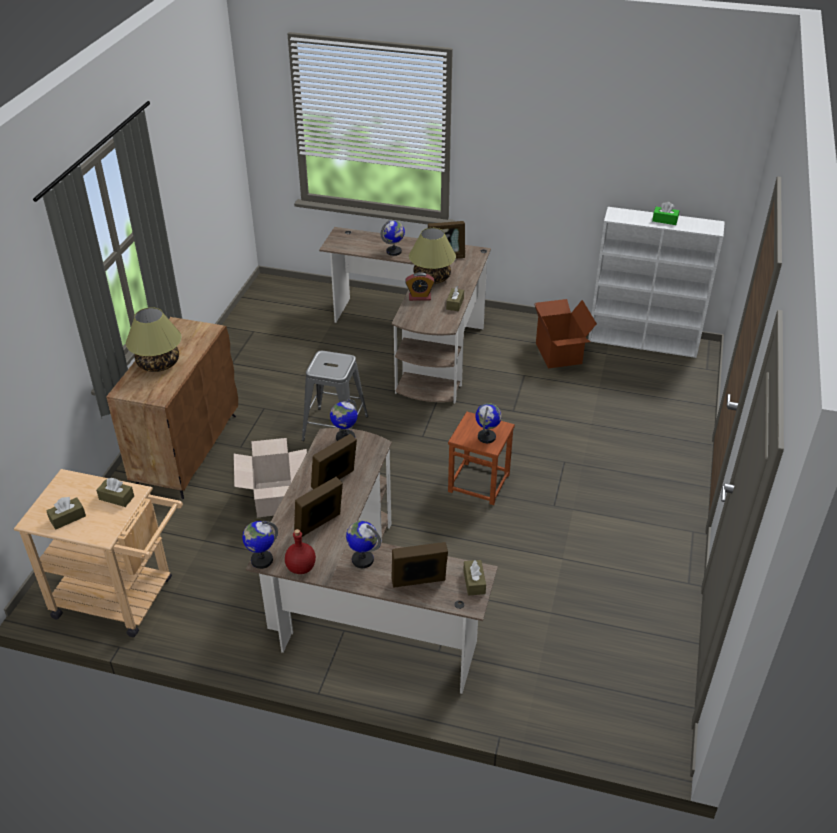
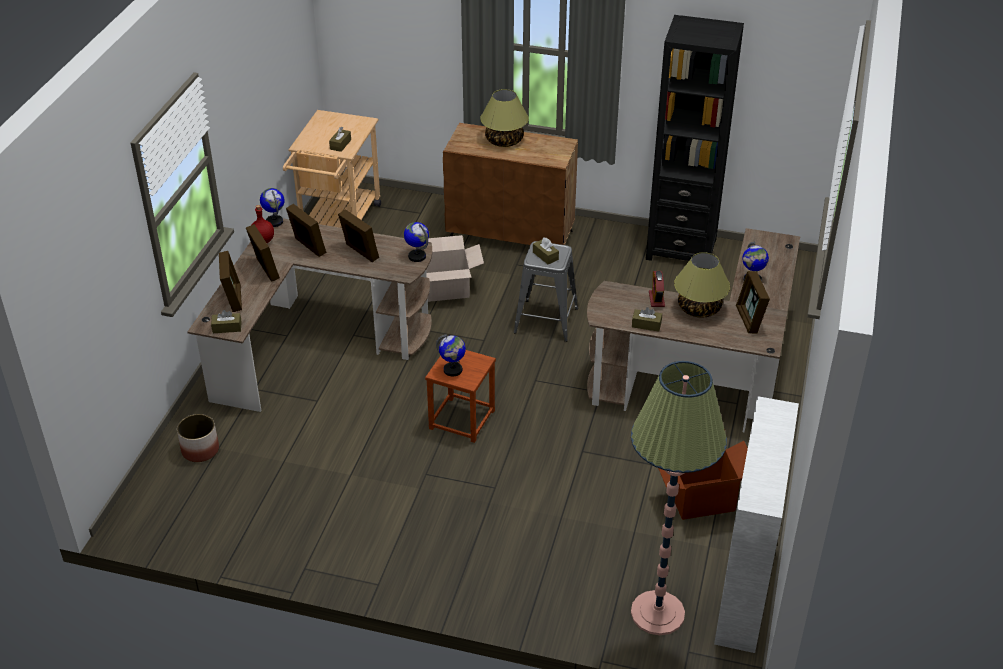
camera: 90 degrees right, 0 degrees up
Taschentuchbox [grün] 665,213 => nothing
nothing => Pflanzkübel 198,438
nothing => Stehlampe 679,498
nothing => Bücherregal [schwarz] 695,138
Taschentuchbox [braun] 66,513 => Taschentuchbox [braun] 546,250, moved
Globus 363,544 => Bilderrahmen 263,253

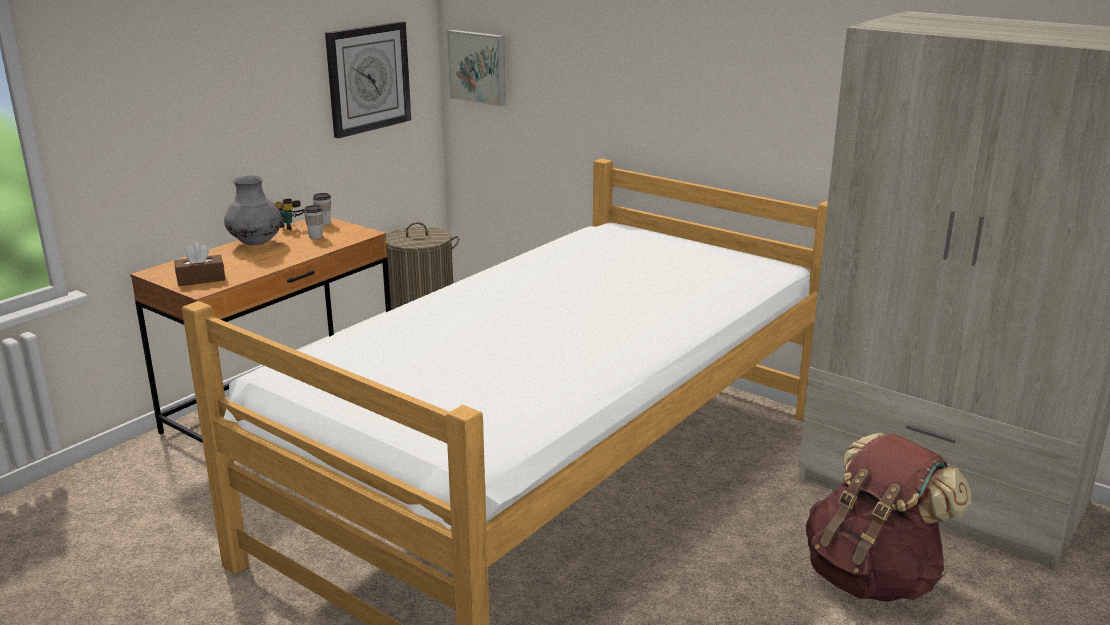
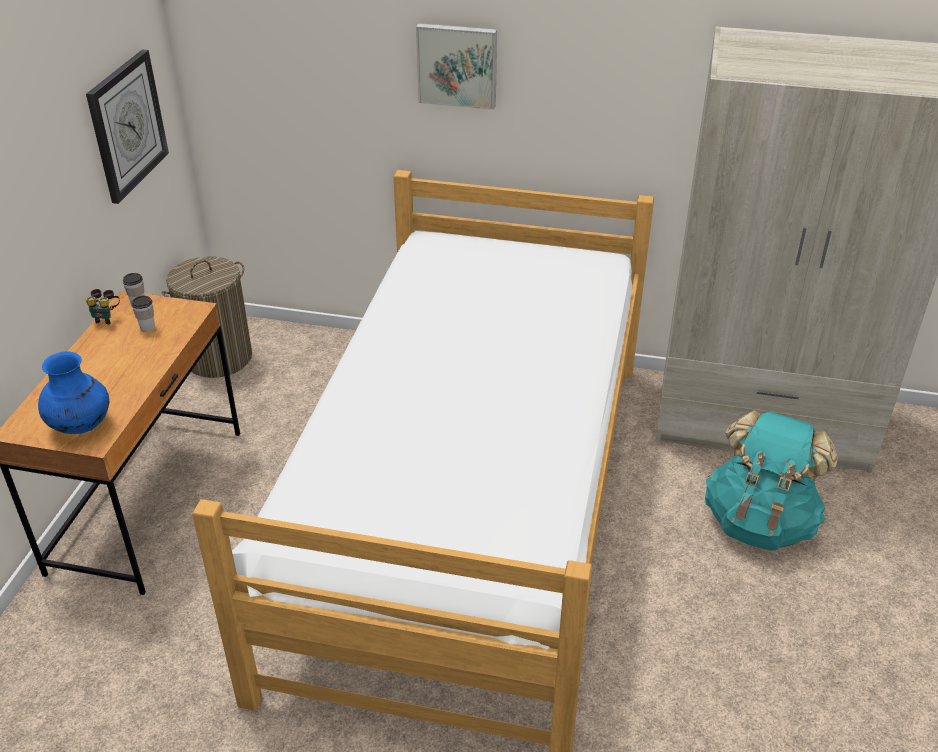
camera: 25 degrees left, 15 degrees up
Vase [grau] 253,210 => nothing
Bild 476,68 => Bild 456,66, moved
Taschentuchbox [braun] 199,264 => Vase [blau] 73,392
Rucksack [braun] 888,517 => Rucksack [türkis] 771,480

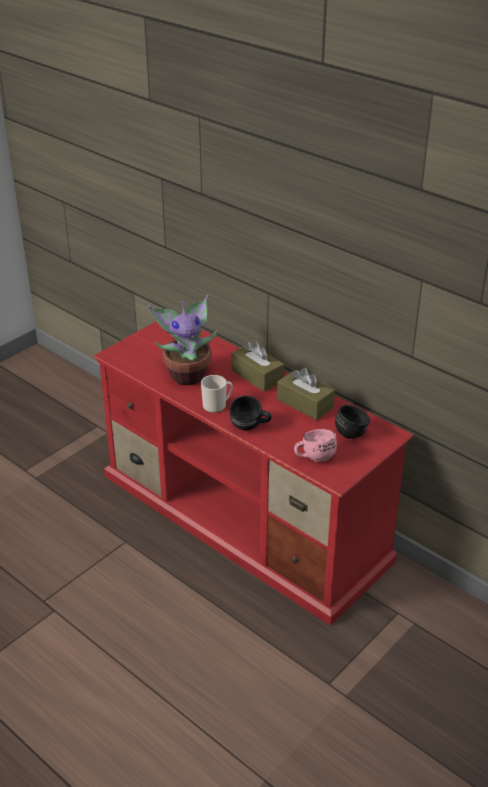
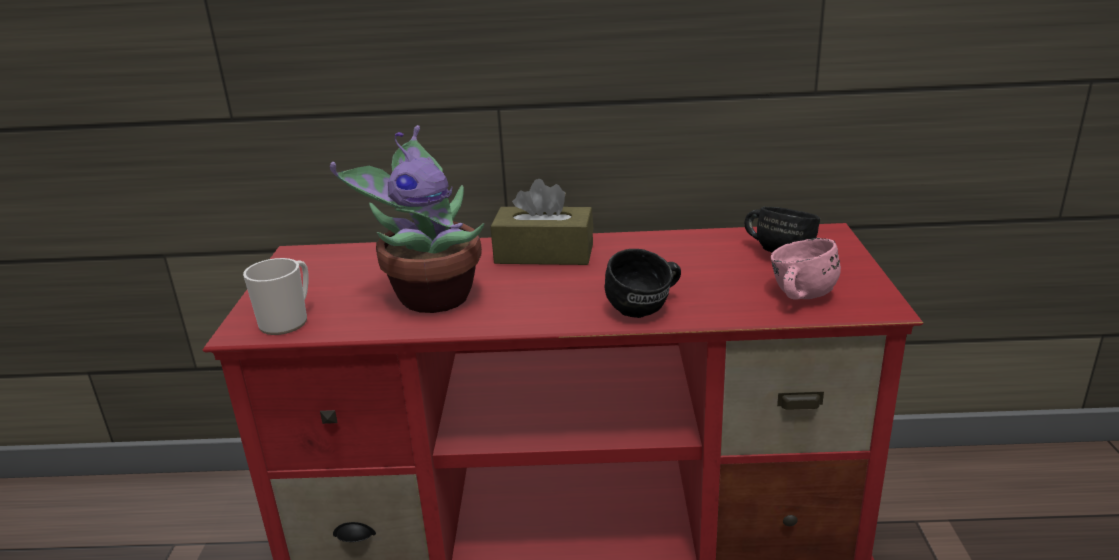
camera: 40 degrees left, 10 degrees down
Taschentuchbox [braun] 306,394 => nothing
Henkelbecher 217,394 => Henkelbecher 275,296, moved

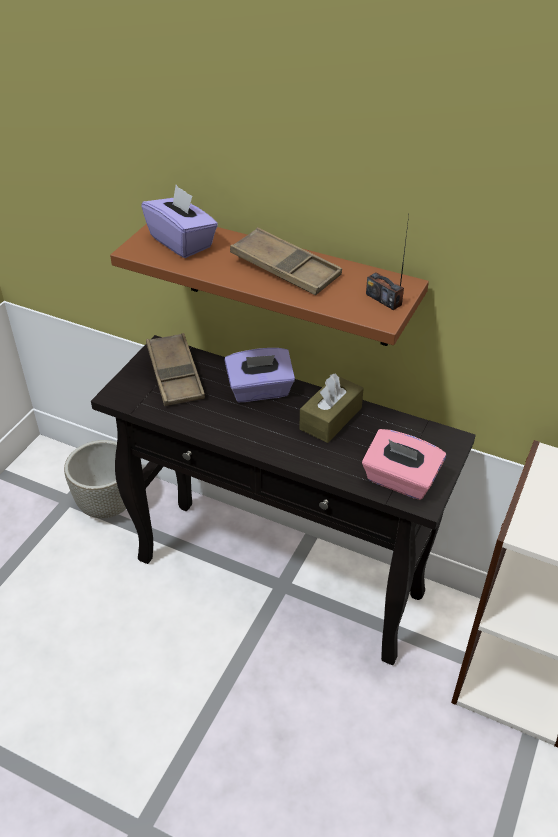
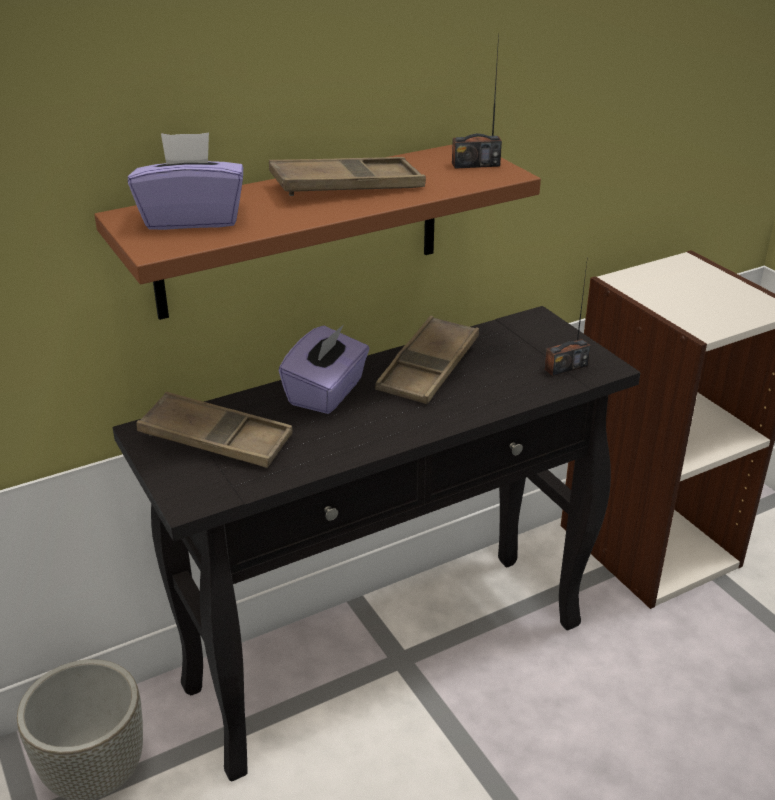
camera: 55 degrees left, 10 degrees down
Taschentuchbox [braun] 331,408 => Tablett [braun] 427,360
Taschentuchbox [rosa] 404,464 => Radio 567,316

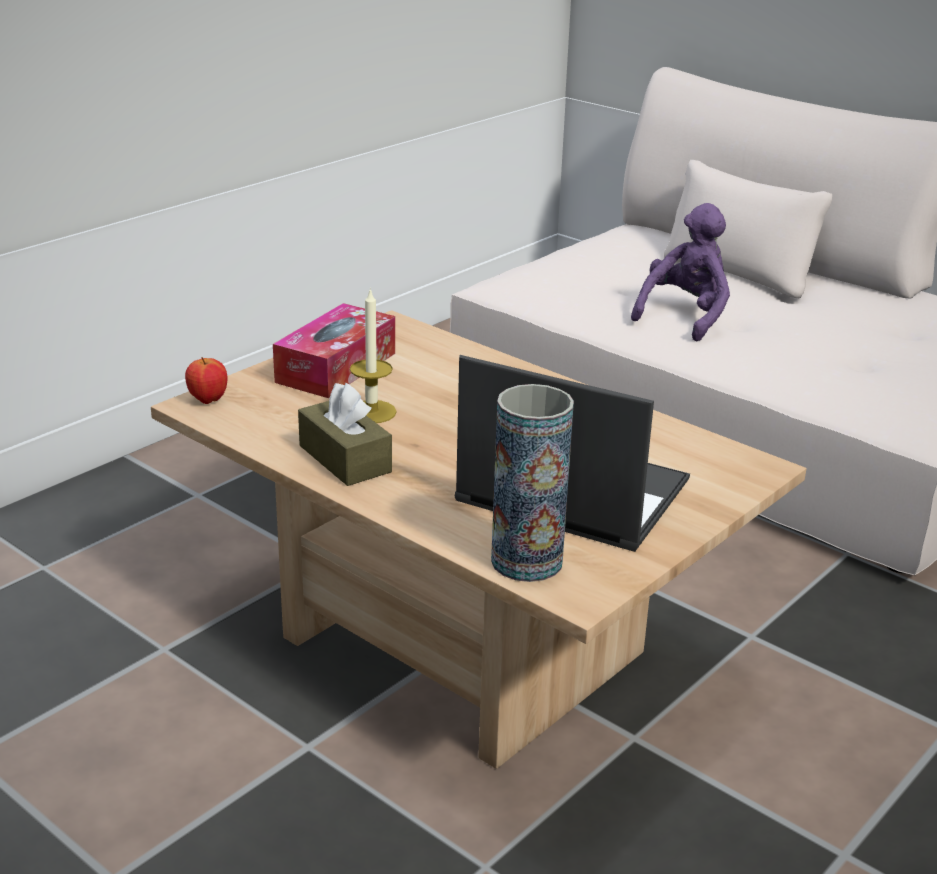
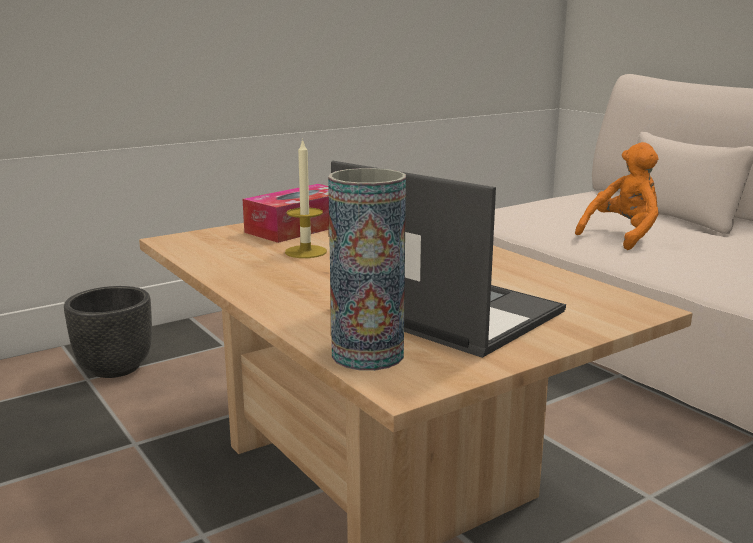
camera: 15 degrees right, 10 degrees down
Apfel 206,380 => nothing
Taschentuchbox [braun] 345,434 => nothing
nothing => Pflanzkübel [schwarz] 108,332
Plüschtier [lila] 680,272 => Plüschtier [orange] 617,196

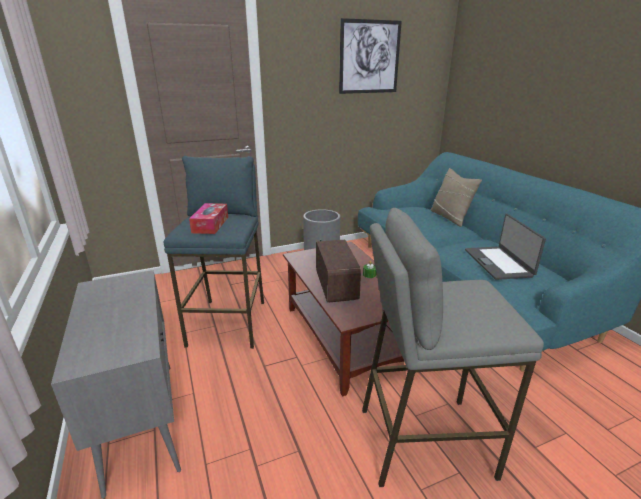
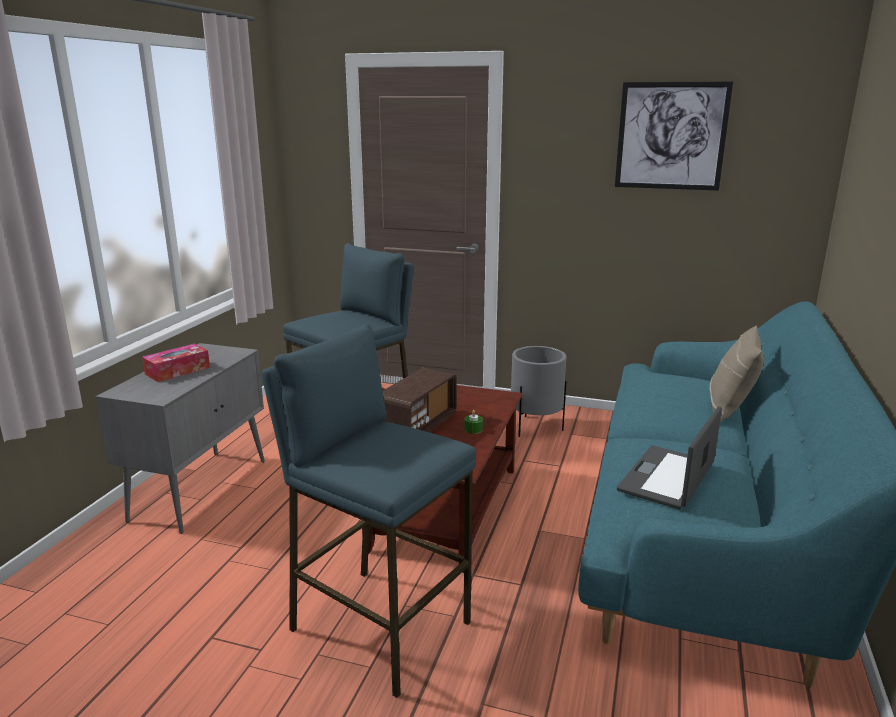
camera: 40 degrees right, 5 degrees down
Taschentuchbox 208,218 => Taschentuchbox 176,363, moved
Hocker [grau] 453,347 => Hocker [blau] 368,510

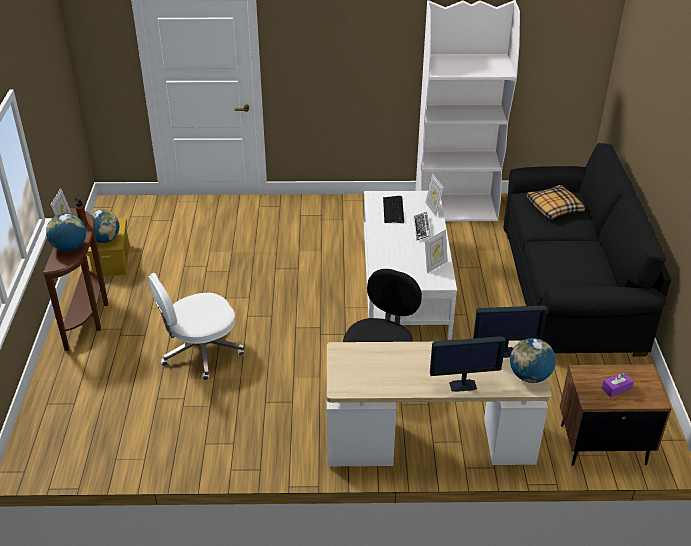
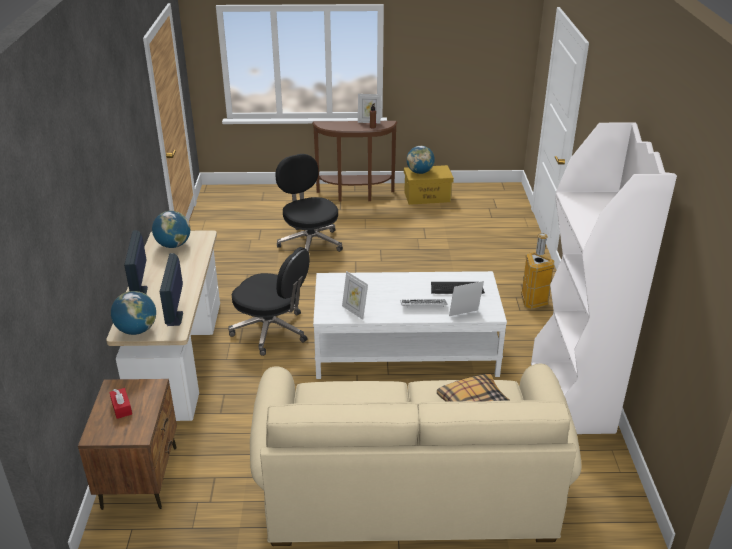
camera: 90 degrees right, 5 degrees down
nothing => Mülleimer 537,271
Globus 66,232 => Globus 171,229, moved
Bürostuhl [weiß] 196,326 => Bürostuhl [schwarz] 309,203
Sofa [schwarz] 587,249 => Sofa [beige] 416,455
Taschentuchbox [lila] 618,385 => Taschentuchbox [rot] 120,403

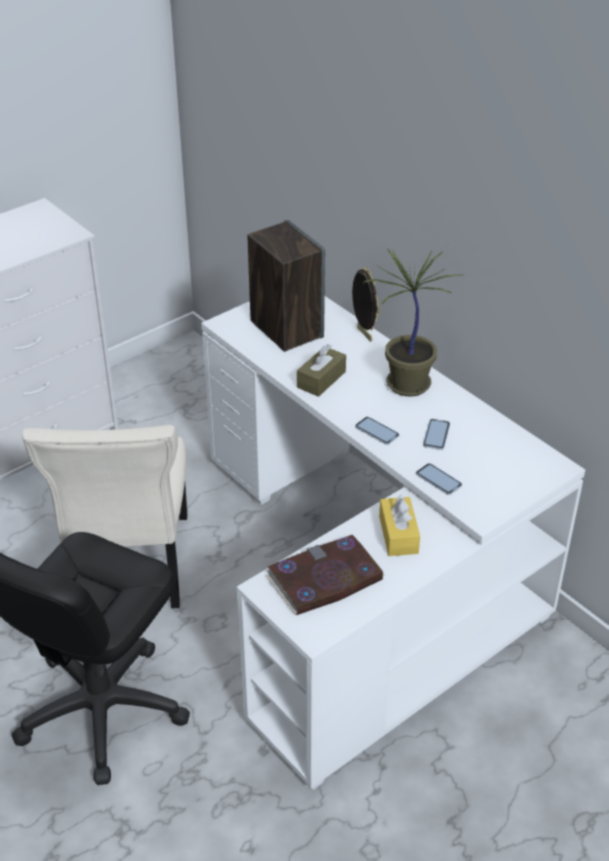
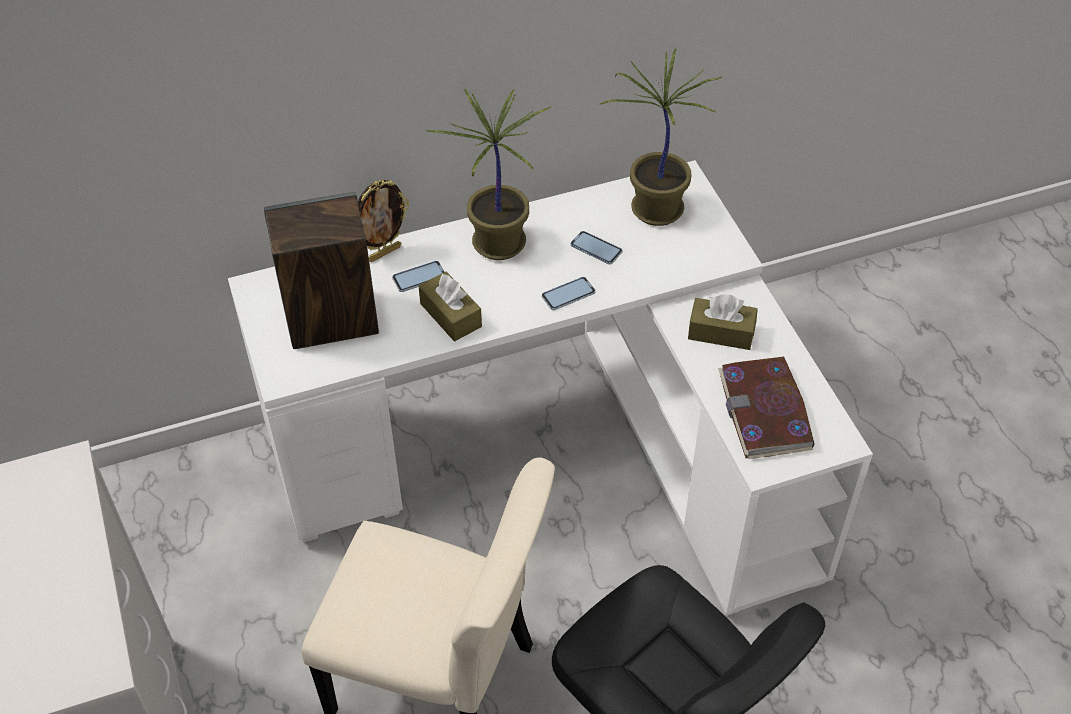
camera: 70 degrees left, 10 degrees up
nothing => Topfpflanze 661,137
Handy 439,479 => Handy 418,276, moved
Taschentuchbox [gelb] 399,525 => Taschentuchbox [braun] 723,322
Bilderrahmen 366,304 => Bilderrahmen 383,221, 150 degrees clockwise

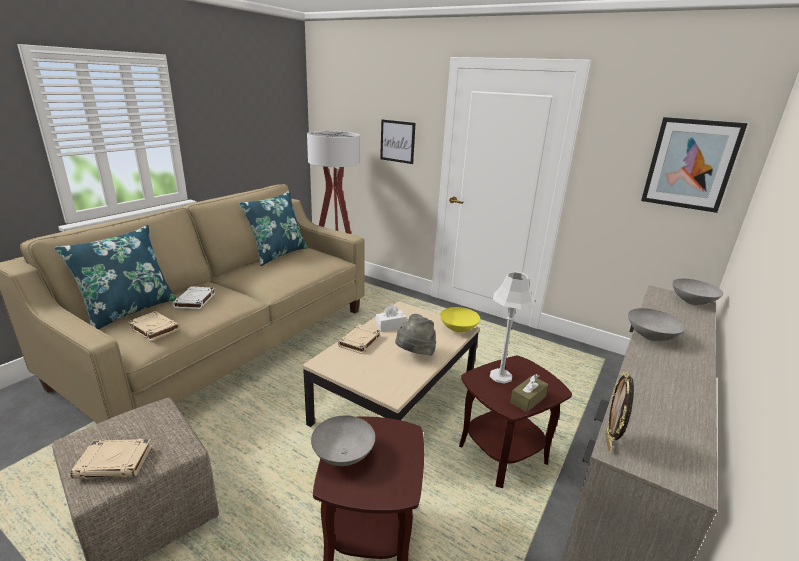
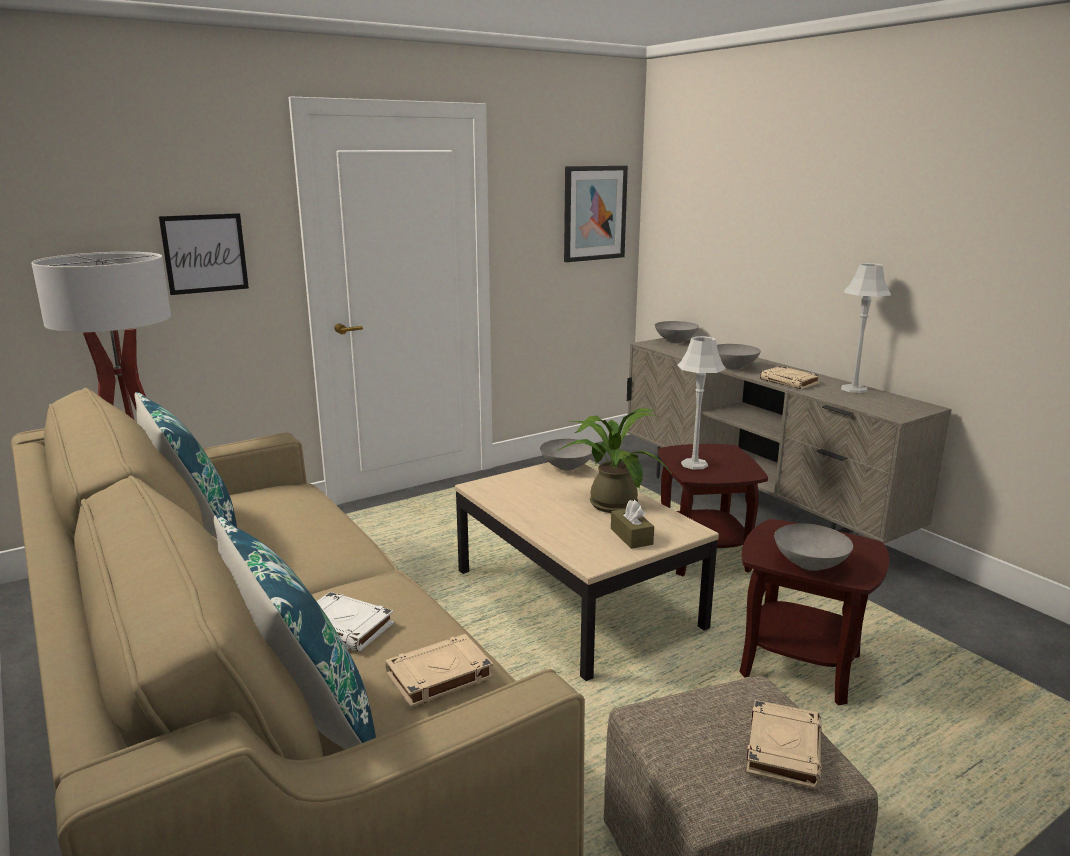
camera: 65 degrees left, 5 degrees down
Taschentuchbox [weiß] 391,317 => nothing
Bilderrahmen 619,412 => nothing
nothing => Tischlampe [grau] 866,328
Buch [beige] 359,339 => Buch [beige] 790,377, moved
Taschentuchbox [braun] 529,393 => Taschentuchbox [braun] 632,524, moved
Hut [grau] 415,335 => Topfpflanze 614,460
Schüssel [gelb] 460,320 => Schüssel [grau] 566,455

